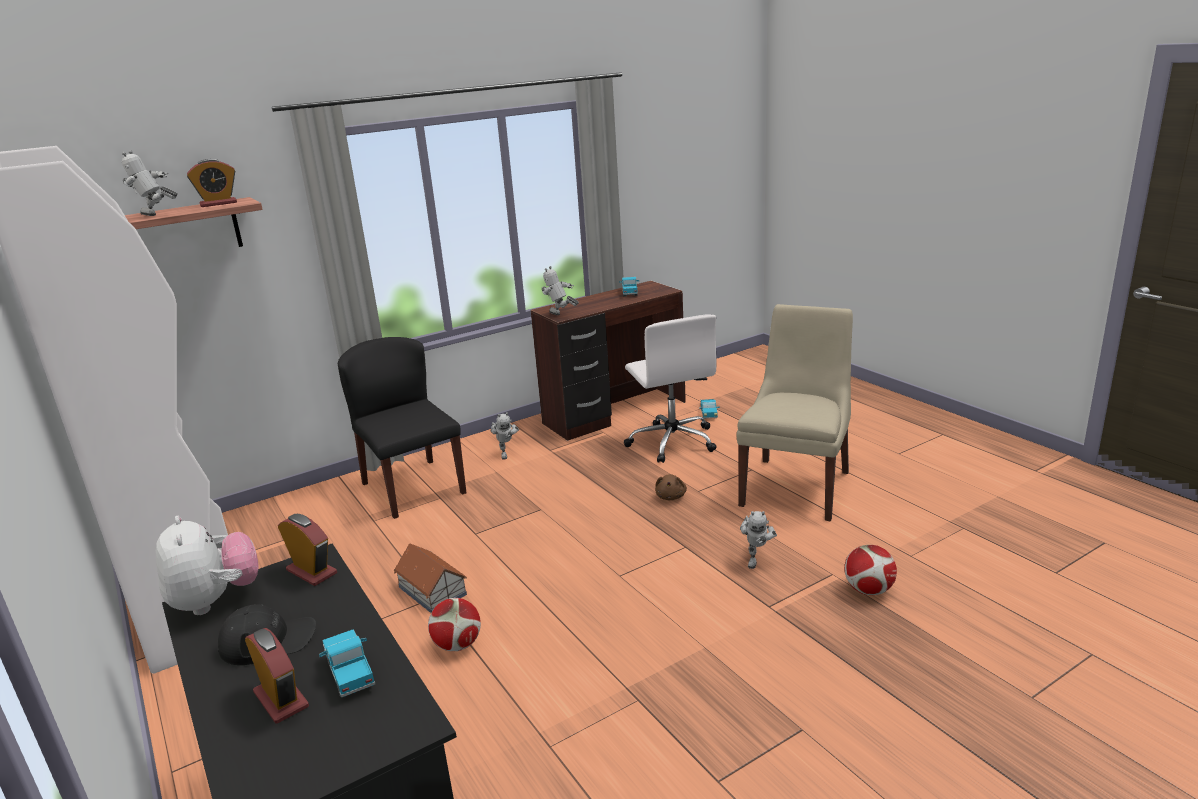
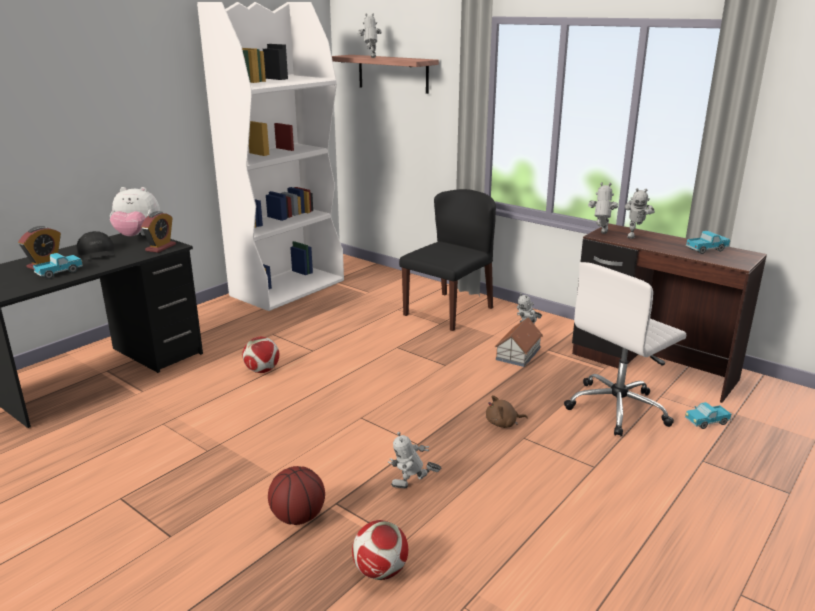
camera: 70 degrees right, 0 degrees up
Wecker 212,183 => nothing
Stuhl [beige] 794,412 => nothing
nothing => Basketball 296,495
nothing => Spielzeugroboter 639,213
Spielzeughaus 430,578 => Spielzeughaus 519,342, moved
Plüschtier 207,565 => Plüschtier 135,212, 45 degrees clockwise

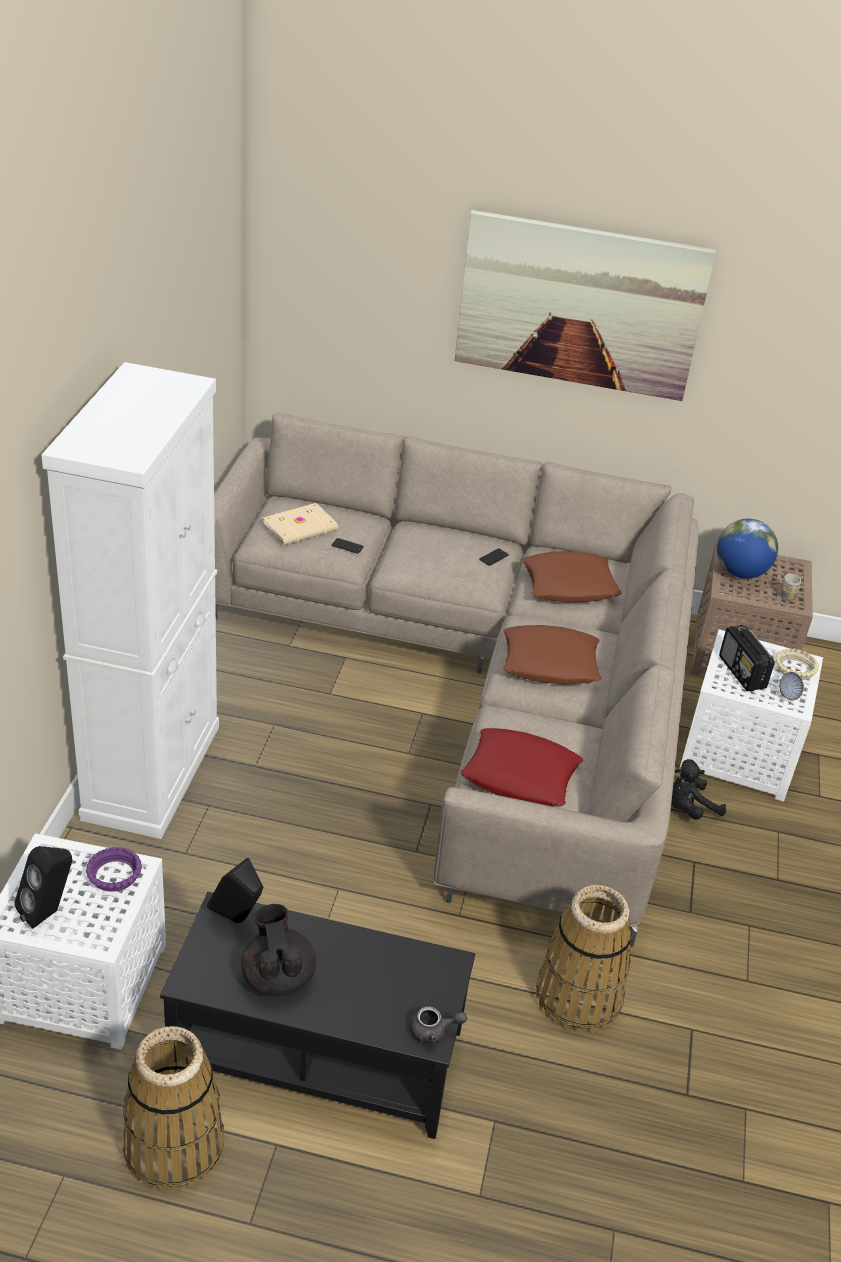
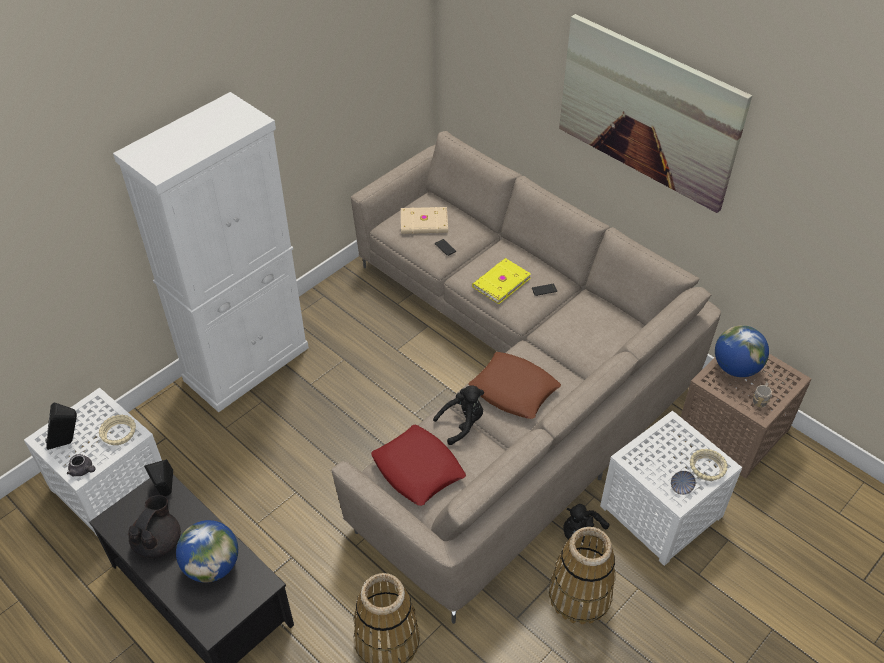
camera: 35 degrees right, 10 degrees up
Kissen [braun] 572,576 => nothing
Radio 747,658 => nothing
nothing => Globus 207,551
nothing => Plüschtier [schwarz] 458,415
nothing => Buch [gelb] 501,281
Korb 173,1109 => Korb 582,576, moved
Teekanne [grau] 438,1025 => Teekanne [grau] 81,465, moved
Schüssel [lila] 114,869 => Schüssel [beige] 117,430

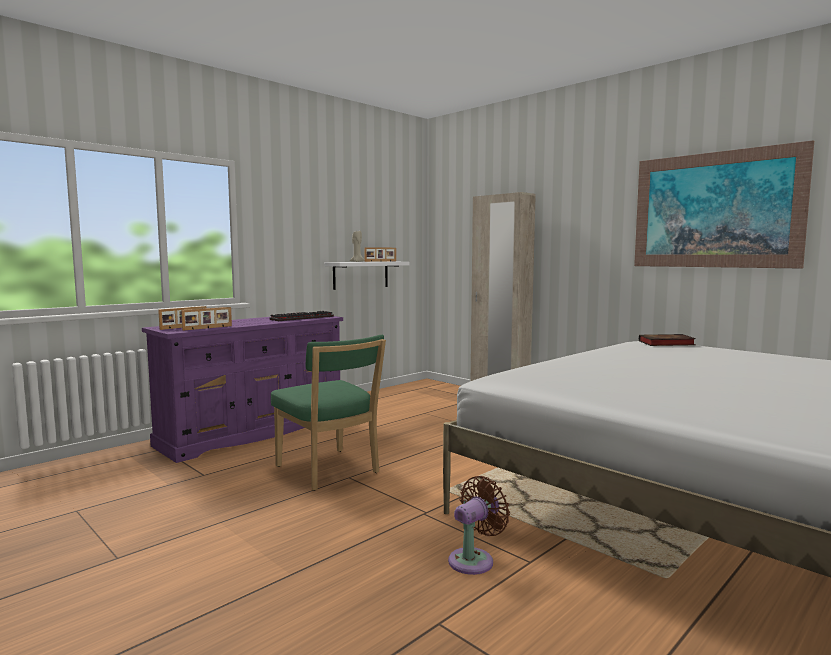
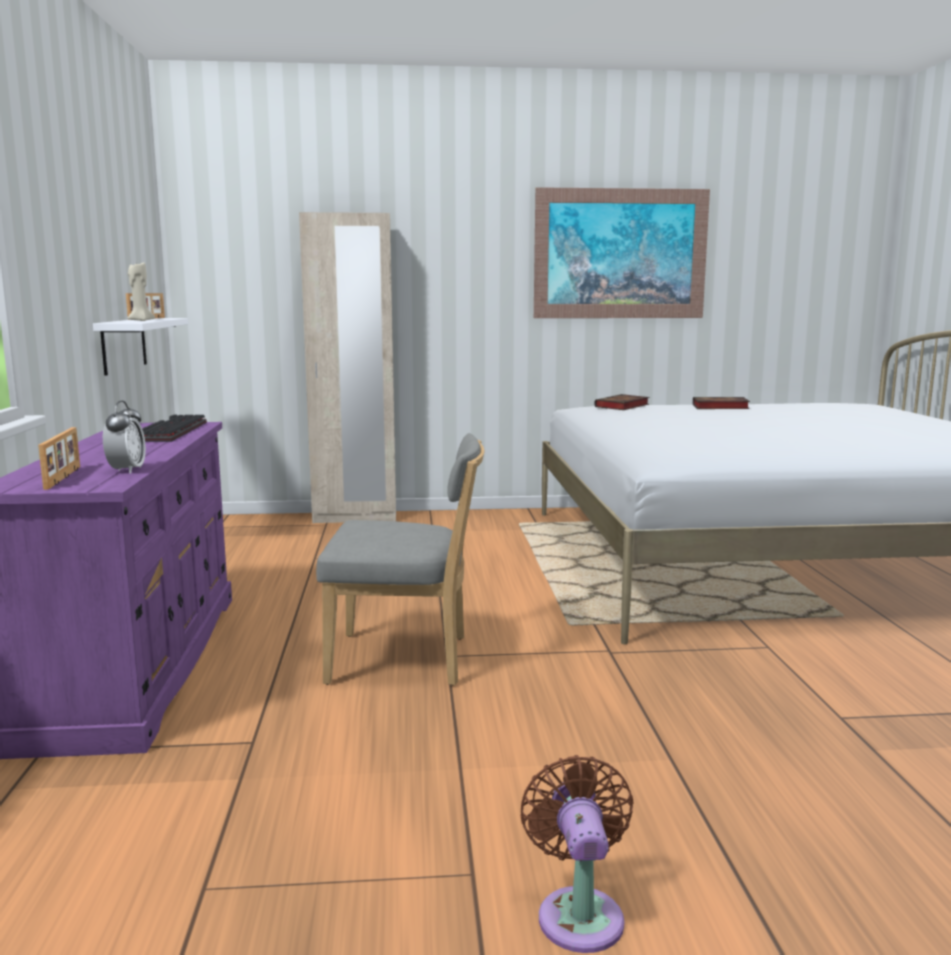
camera: 50 degrees left, 5 degrees up
nothing => Buch 721,403
Ventilator [braun] 479,525 => Ventilator [braun] 577,854, moved
Bilderrahmen 206,319 => Wecker 124,437
Stuhl [grün] 328,413 => Stuhl [grau] 400,559

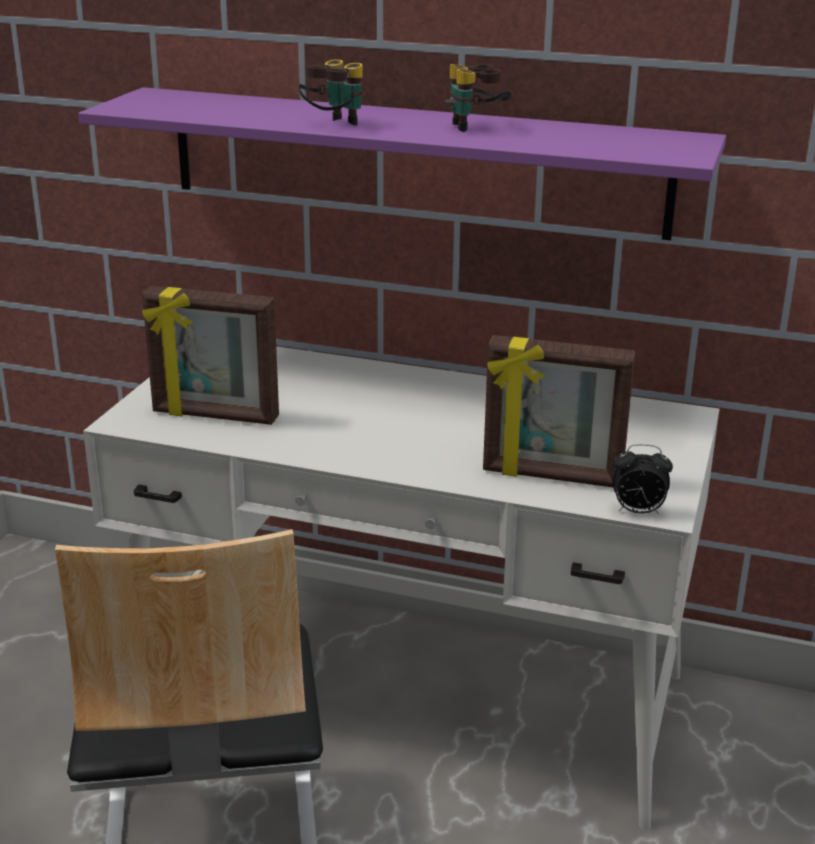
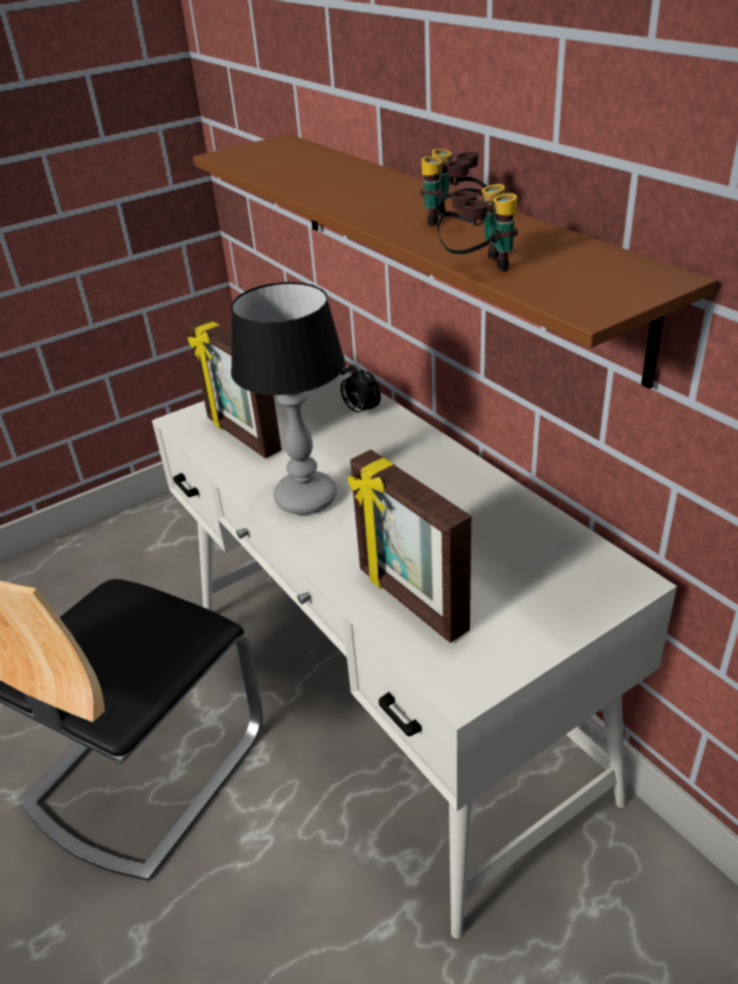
camera: 40 degrees right, 10 degrees up
nothing => Tischlampe 288,398
Fernglas 331,92 => Fernglas 477,227, moved
Wecker 643,479 => Wecker 361,388, moved
Wandregal [lila] 402,163 => Wandregal [braun] 454,261

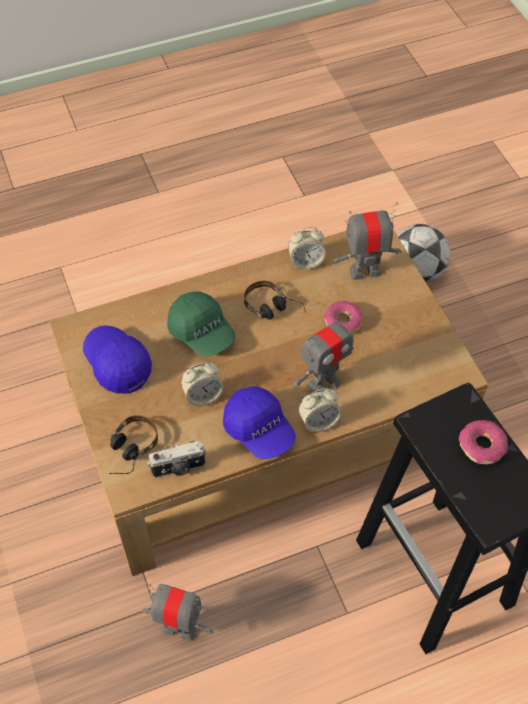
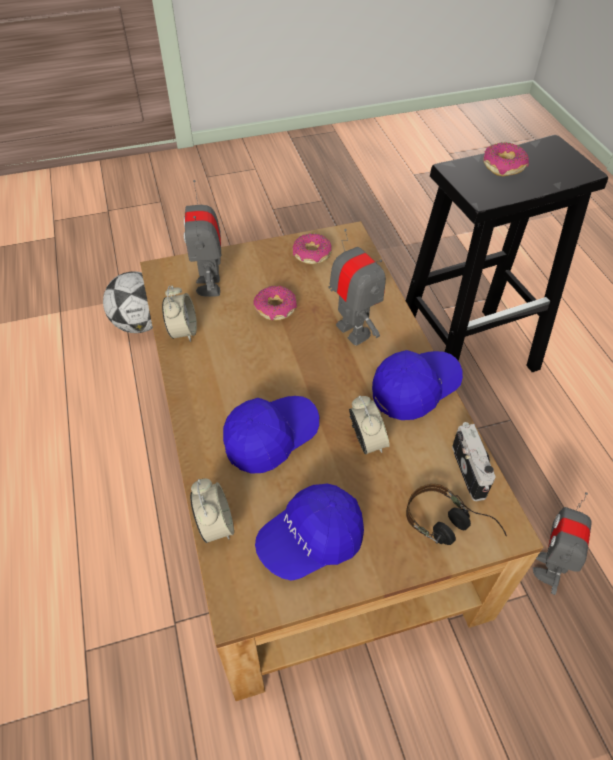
camera: 85 degrees left, 5 degrees down
Kopfhörer 275,300 => nothing
nothing => Donut 312,248
Wecker 320,410 => Wecker 212,511, moved
Kappe [grün] 201,324 => Kappe [blau] 271,435

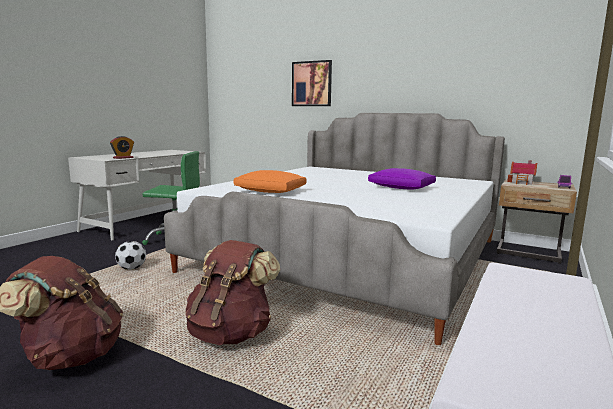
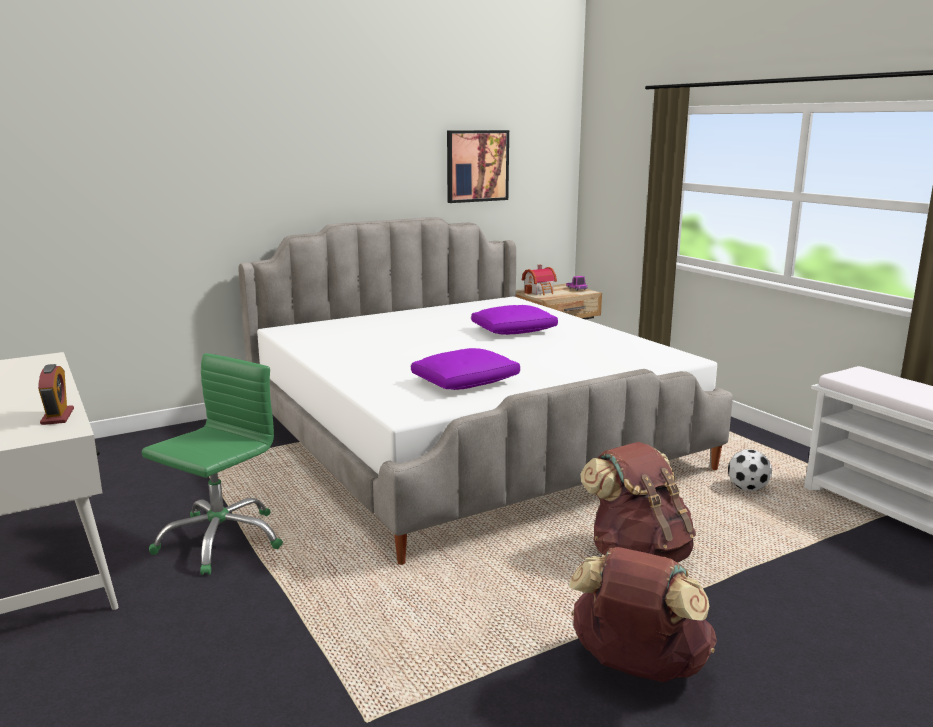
camera: 60 degrees left, 5 degrees up
Fußball 130,255 => Fußball 750,470, moved
Bild 312,83 => Bild 478,166, moved
Kissen [orange] 270,181 => Kissen [lila] 465,369

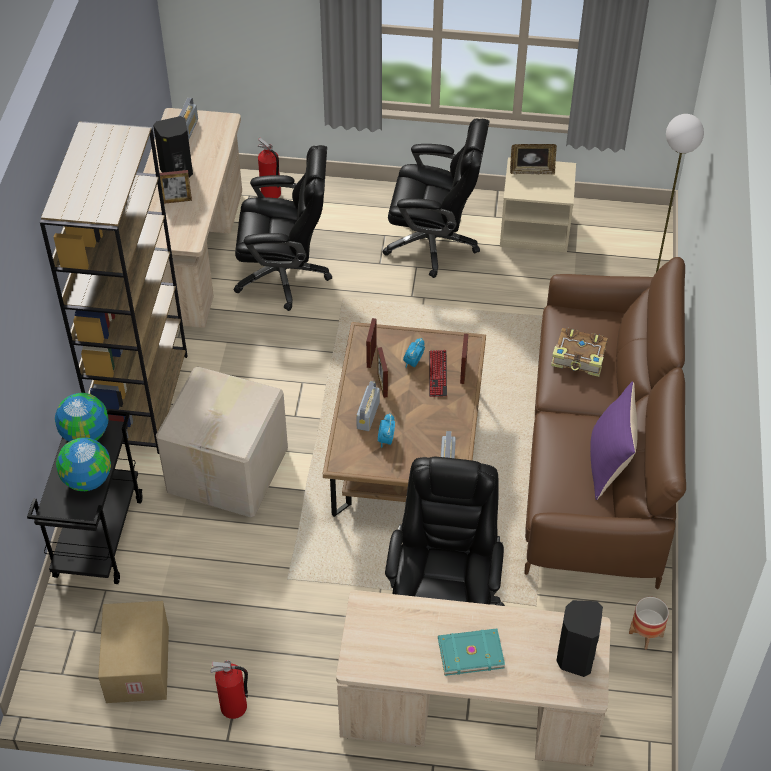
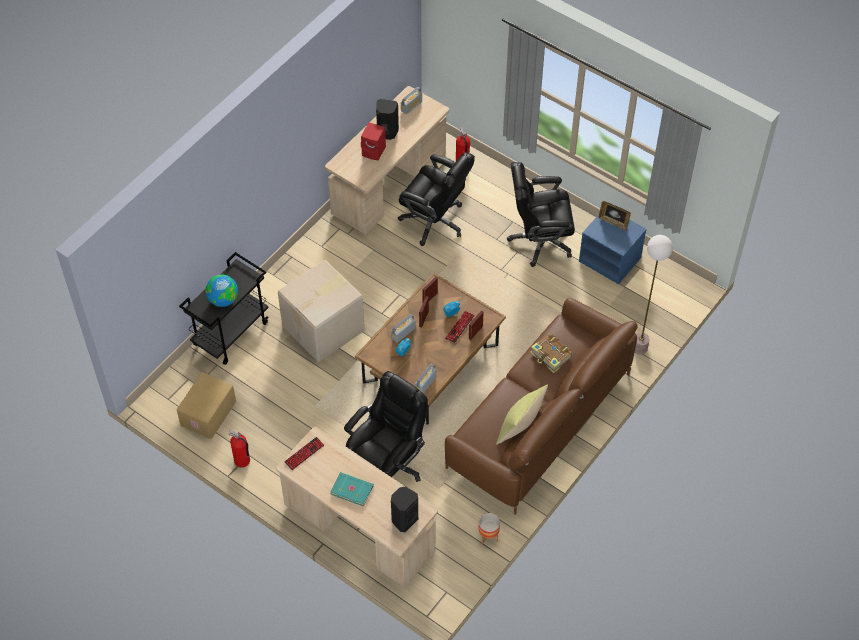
camera: 30 degrees right, 5 degrees up
Bücherregal [braun] 114,287 => nothing
Globus 81,417 => nothing
nothing => Tastatur 304,453
Bilderrahmen 175,187 => Lautsprecher [rot] 373,141
Nachttisch [beige] 538,205 => Nachttisch [blau] 613,250
Kissen [lila] 614,440 => Kissen [gelb] 522,414
Bürostuhl [schwarz] 436,198 => Bürostuhl [schwarz] 541,214, 135 degrees clockwise

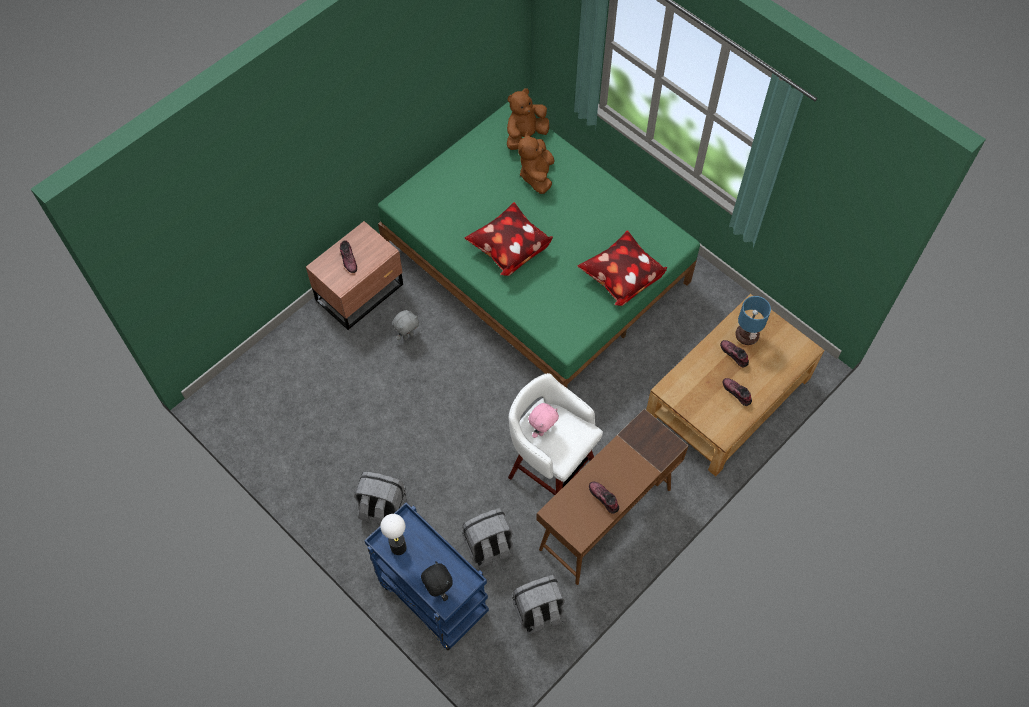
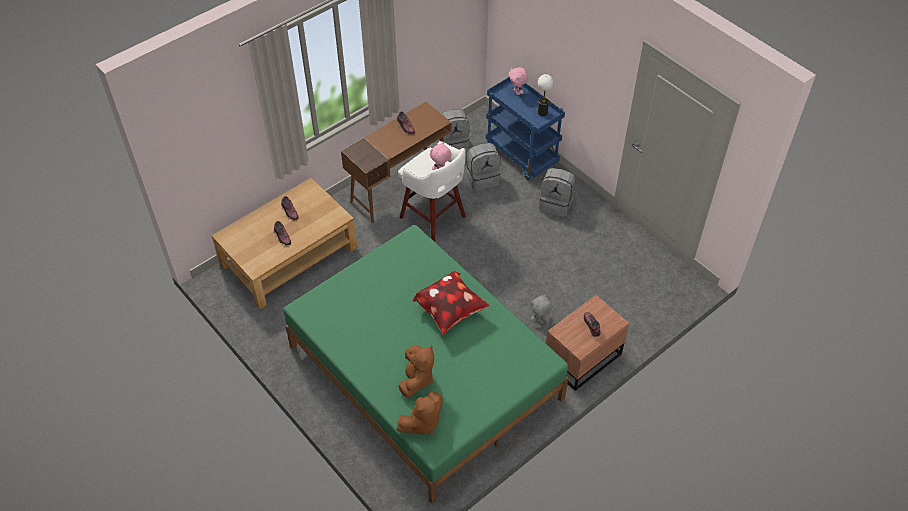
camera: 175 degrees left, 10 degrees down
Kissen 622,268 => nothing
Tischlampe 753,320 => nothing
Plüschtier [schwarz] 437,581 => Plüschtier [rosa] 518,81

